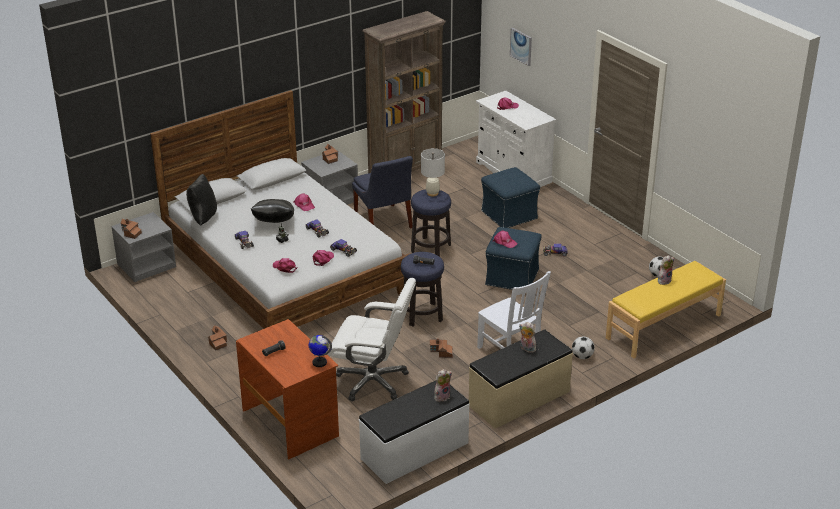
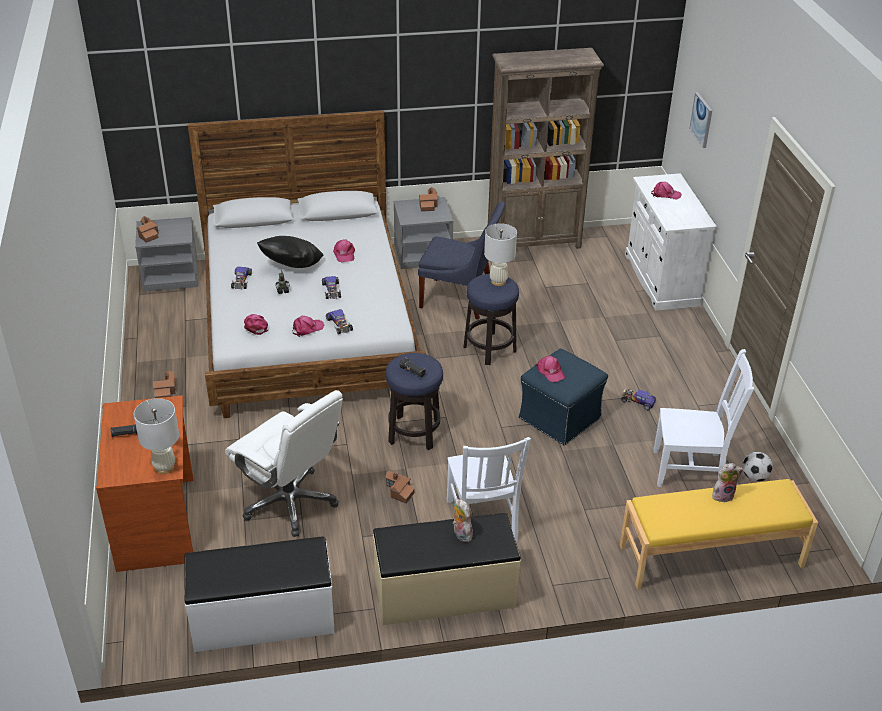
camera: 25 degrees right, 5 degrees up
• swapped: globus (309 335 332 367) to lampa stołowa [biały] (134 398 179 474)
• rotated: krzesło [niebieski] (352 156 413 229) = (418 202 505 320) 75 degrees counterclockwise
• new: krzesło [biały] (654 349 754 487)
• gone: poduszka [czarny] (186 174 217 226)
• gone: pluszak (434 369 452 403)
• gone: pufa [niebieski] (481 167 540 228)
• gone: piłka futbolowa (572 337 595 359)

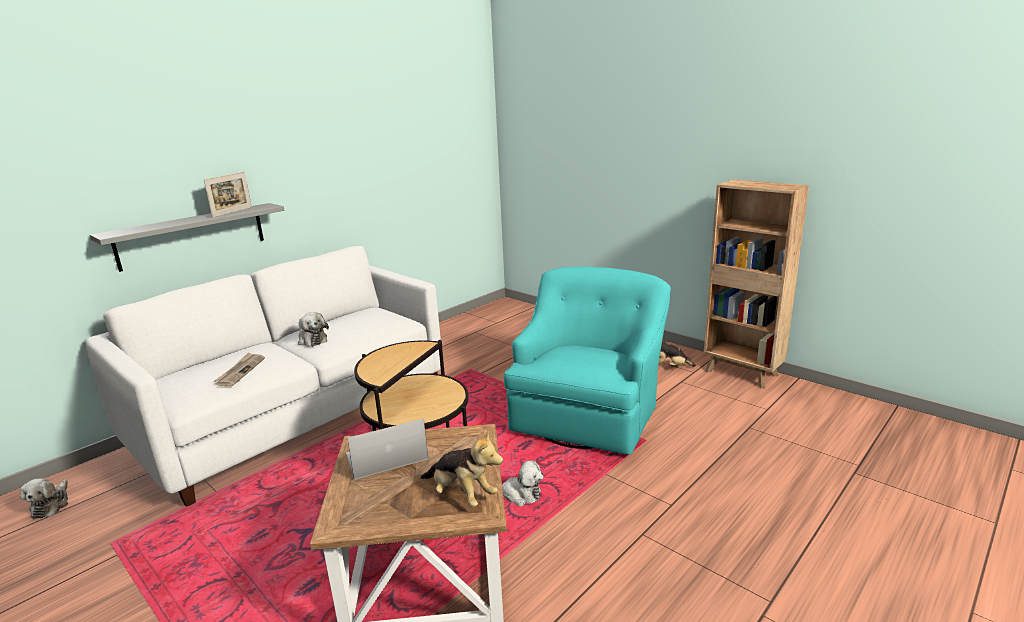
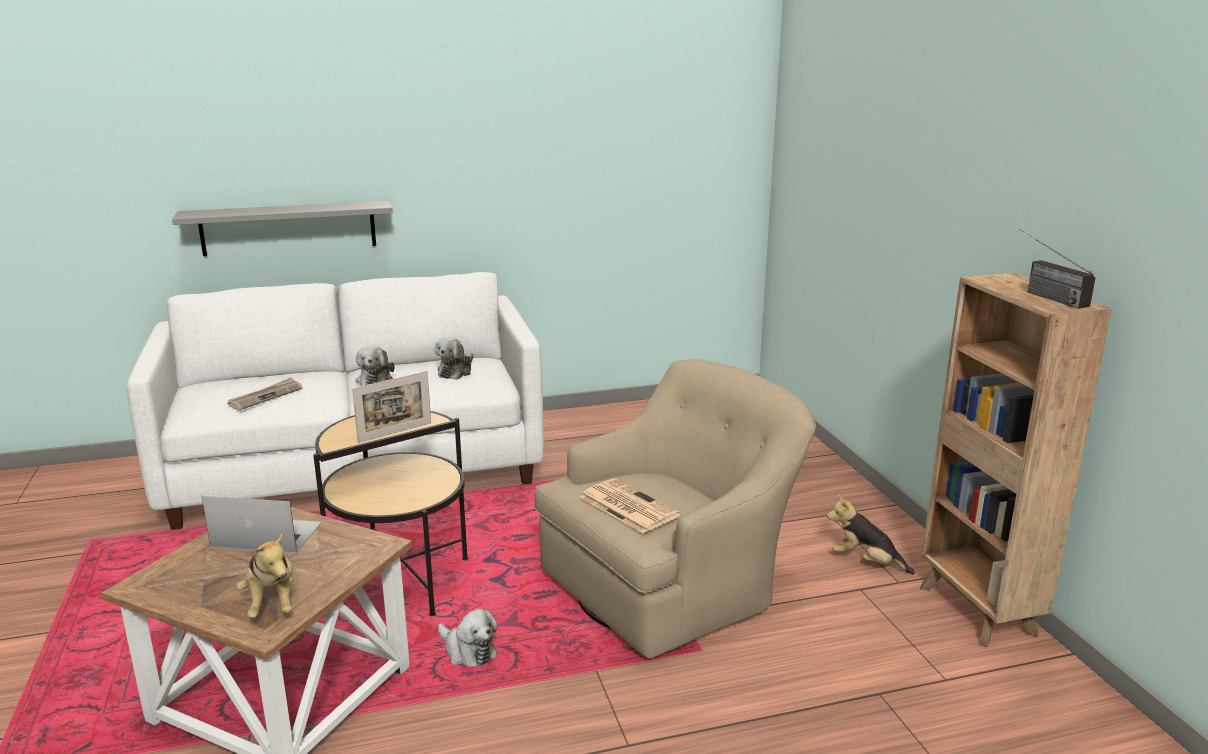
camera: 30 degrees right, 0 degrees up
• shifted: ramka na zdjęcie (204 172 252 218) to (352 371 431 443)
• shifted: pluszak (20 478 68 519) to (435 337 473 380)
• repainted: fotel [turkusowy] (504 267 671 455) to fotel [beżowy] (535 359 816 659)
• new: gazeta (580 478 680 533)
• new: radio (1020 229 1096 309)

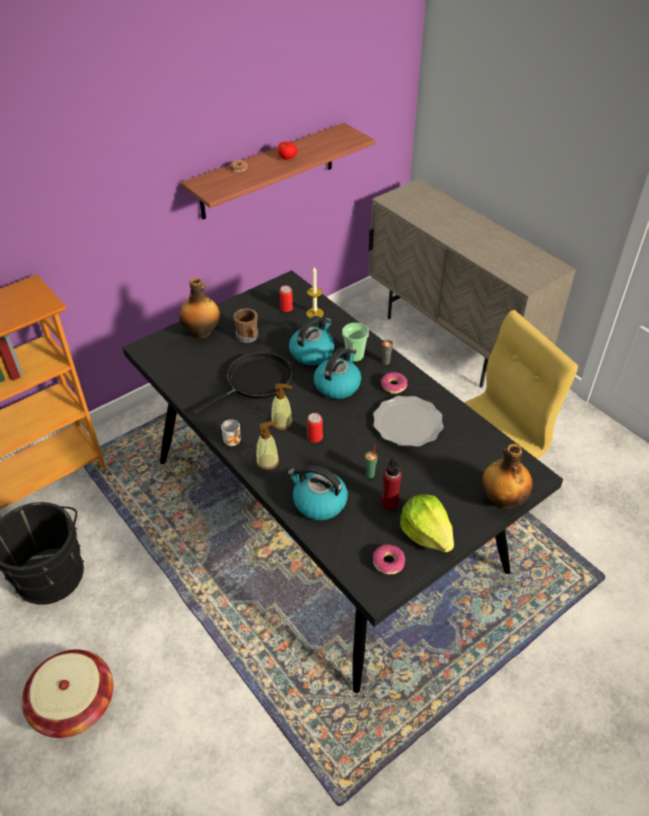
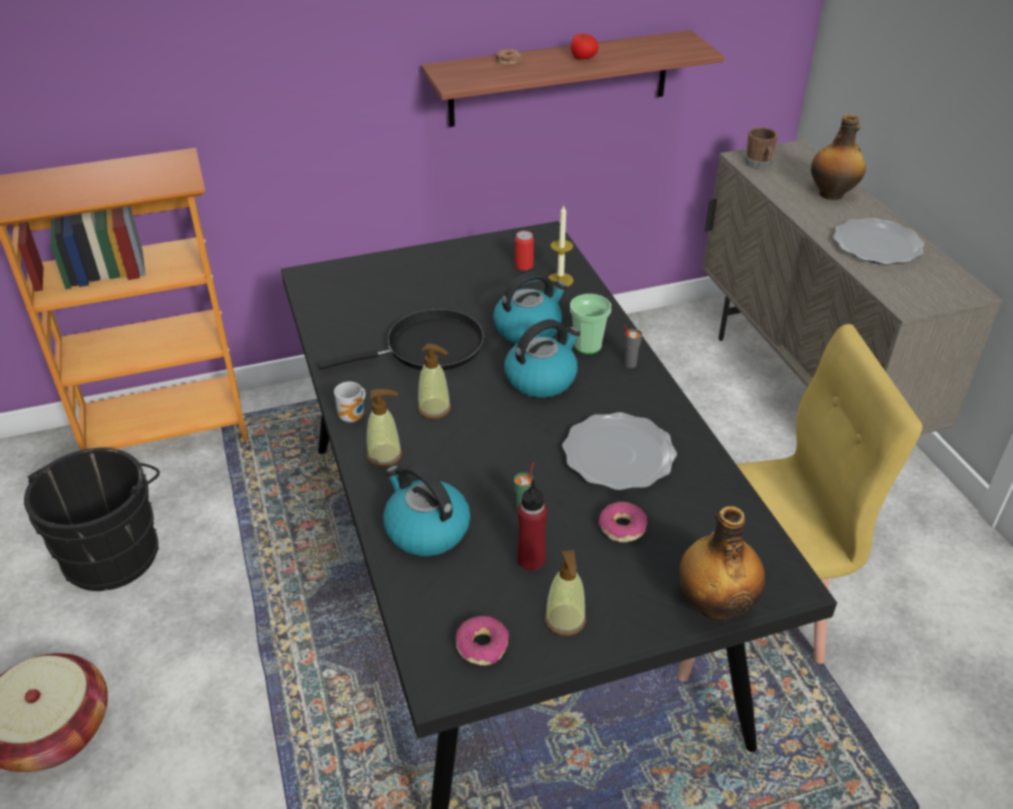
camera: 20 degrees right, 5 degrees down
• swapped: sałata (400 494 454 552) to dozownik mydła (545 550 586 636)
• shifted: donut (381 372 407 394) to (599 501 648 542)
• shifted: kubek [brązowy] (234 308 258 343) to (744 127 778 169)
• shifted: butelka (179 278 220 339) to (811 114 866 200)
• new: talerz (833 218 925 264)
• gone: puszka (307 413 323 443)

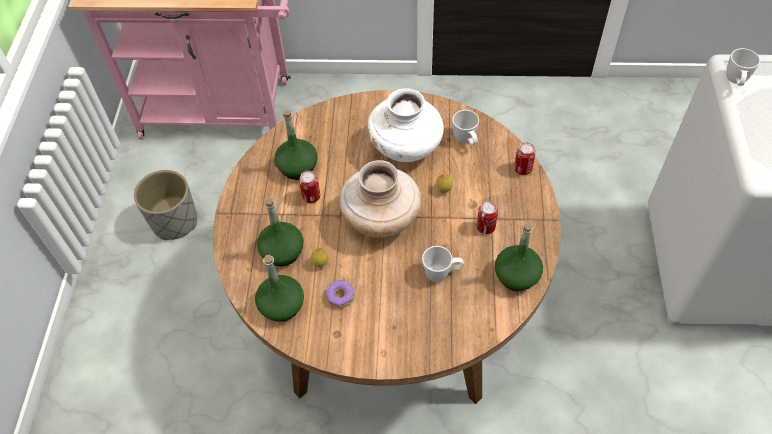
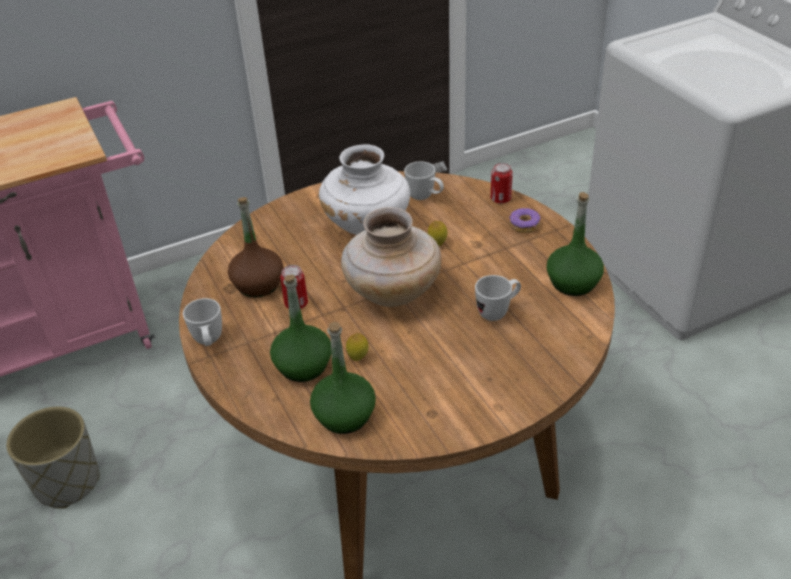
camera: 30 degrees left, 15 degrees down
• shifted: kubek [biały] (726 48 760 86) to (183 298 222 346)
• repainted: butelka [zielony] (274 110 317 180) to butelka [brązowy] (228 197 283 298)
• shifted: donut (326 280 355 308) to (509 208 540 233)
• gone: puszka (476 201 498 234)

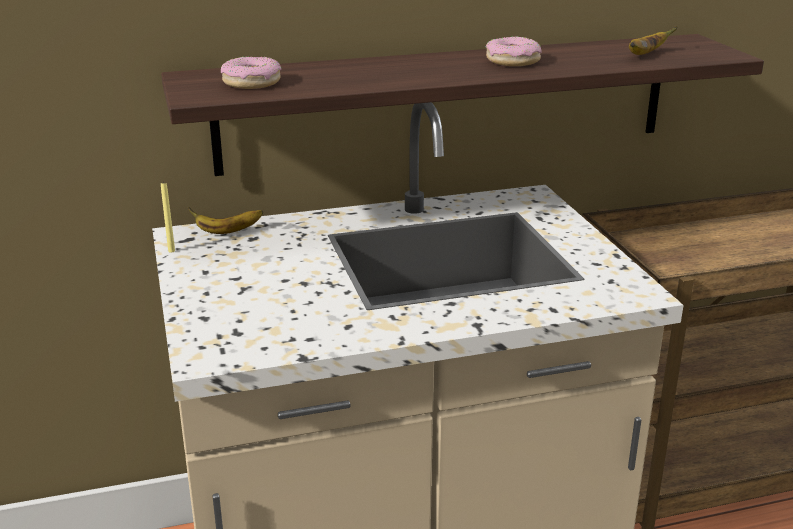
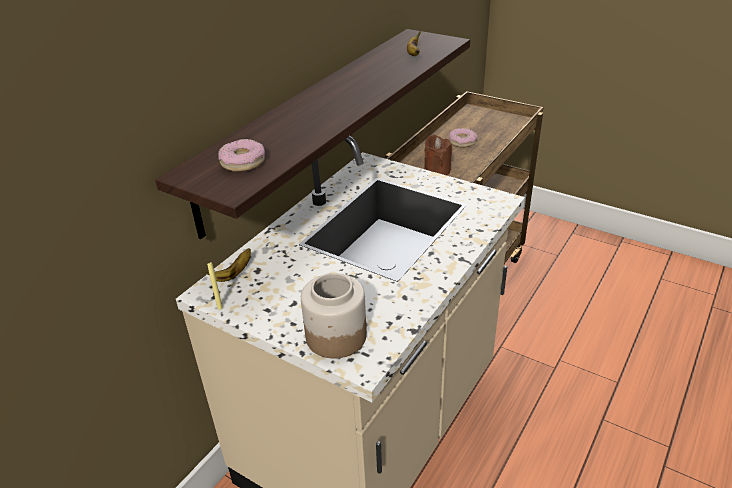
camera: 40 degrees left, 10 degrees up
• new: słoik (301 273 367 359)
• new: świeca [brązowy] (424 135 452 175)
• shifted: donut (486 37 542 66) to (449 128 478 148)

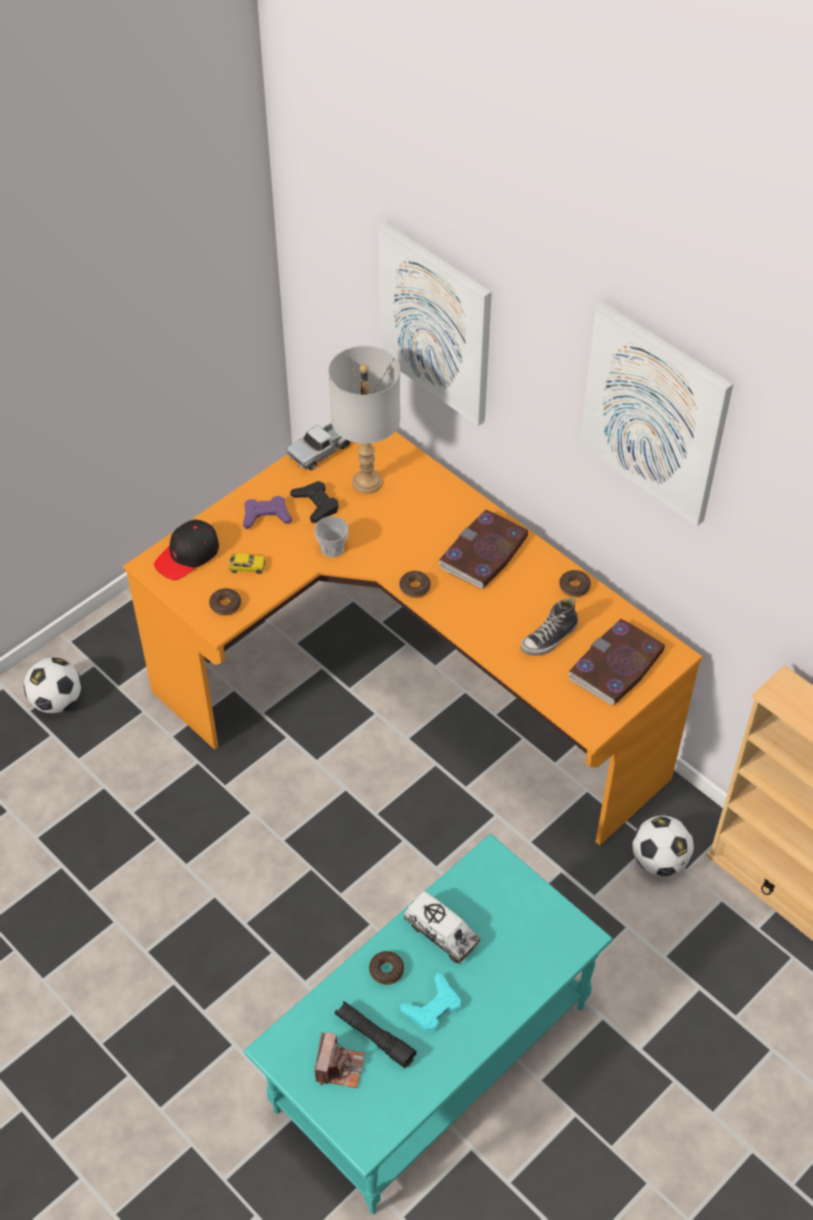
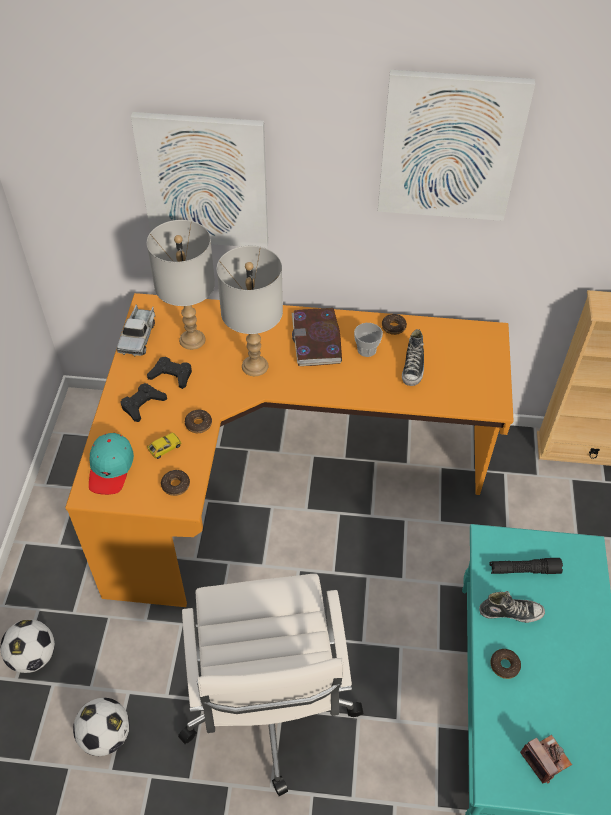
camera: 40 degrees left, 0 degrees up
• shifted: piłka futbolowa (632 816 694 876) to (73 697 130 756)
• repainted: czapka z daszkiem [czarny] (154 519 219 580) to czapka z daszkiem [turkusowy] (89 433 134 495)
• repainted: pad do gier [fioletowy] (243 496 292 529) to pad do gier [czarny] (120 383 167 422)
• new: krzesło biurowe [biały] (178 574 363 796)
• shifted: donut (399 571 431 598) to (185 410 212 433)
• new: lampa stołowa [szary] (217 246 283 376)
• shifted: filiżanka (314 516 349 557) to (354 323 383 357)
• swapped: ciężarówka zabawkowa (404 891 480 964) to but (479 591 545 623)
• shifted: latarka [czarny] (335 1001 417 1068) to (489 558 563 574)
• gone: pad do gier [turkusowy] (400 973 461 1032)
• gone: książka (568 619 665 706)

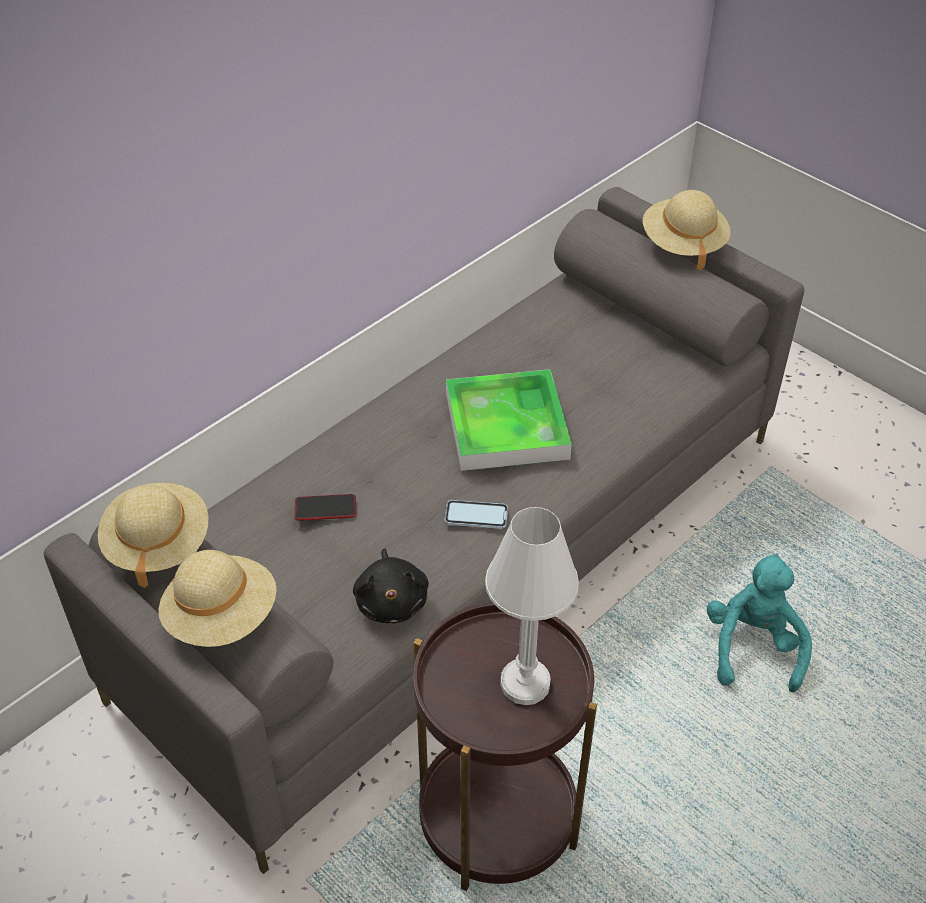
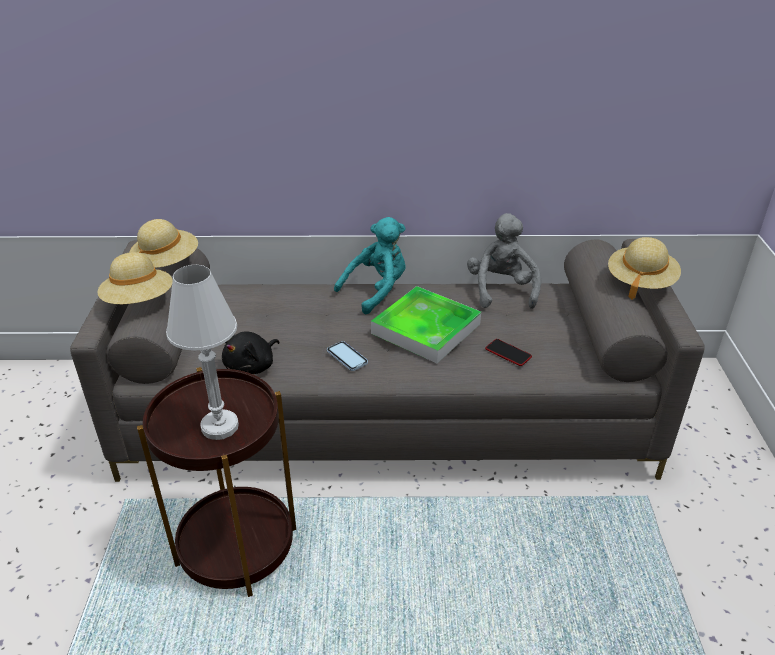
camera: 45 degrees right, 10 degrees down
• shifted: pluszak [turkusowy] (707 553 812 693) to (334 217 406 314)
• new: pluszak [szary] (467 213 541 309)
• shifted: telefon (294 494 356 521) to (485 339 532 366)

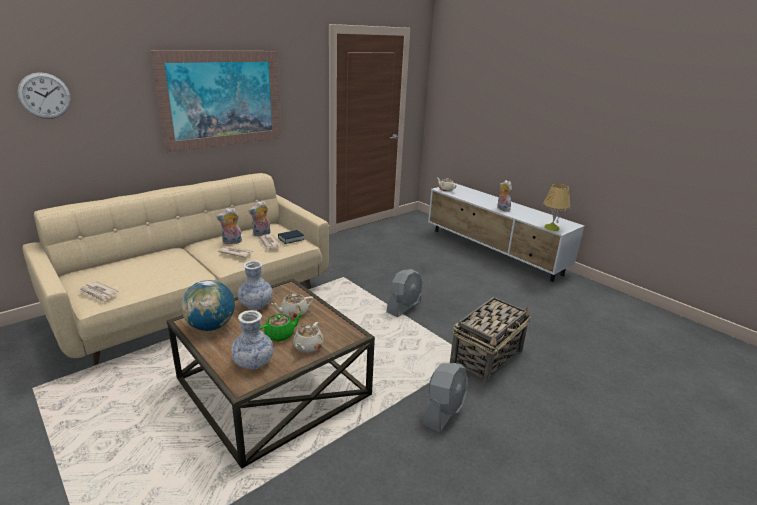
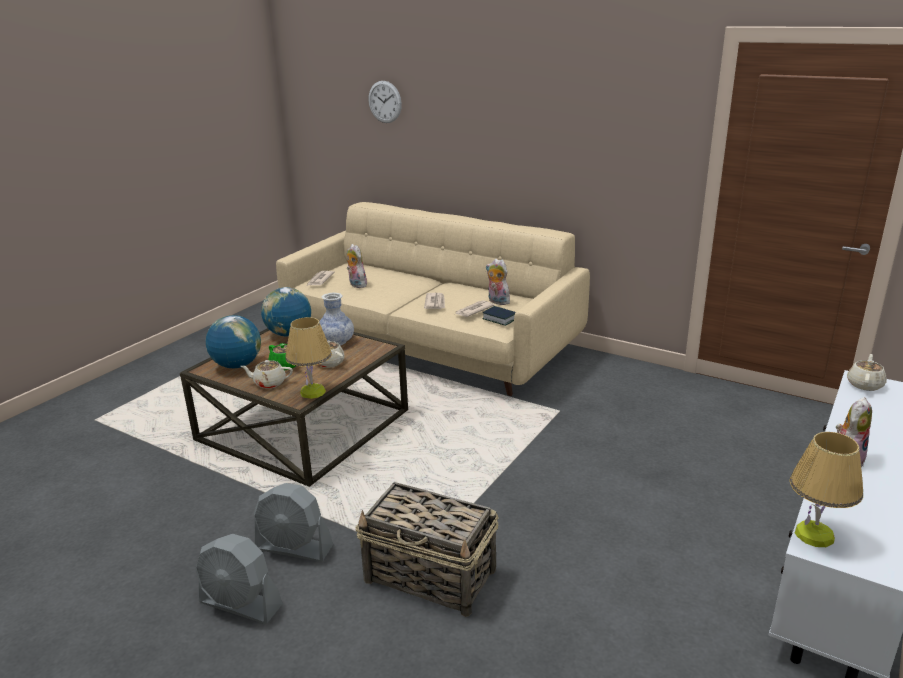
camera: 75 degrees right, 0 degrees up
• shifted: wentylator [szary] (386 269 423 317) to (196 534 283 624)
• swapped: wazon (231 310 274 370) to globus (206 315 261 368)
• new: lampa stołowa (285 317 332 399)
• shifted: pluszak (216 207 242 244) to (347 244 367 288)
• gone: obraz (150 50 281 152)

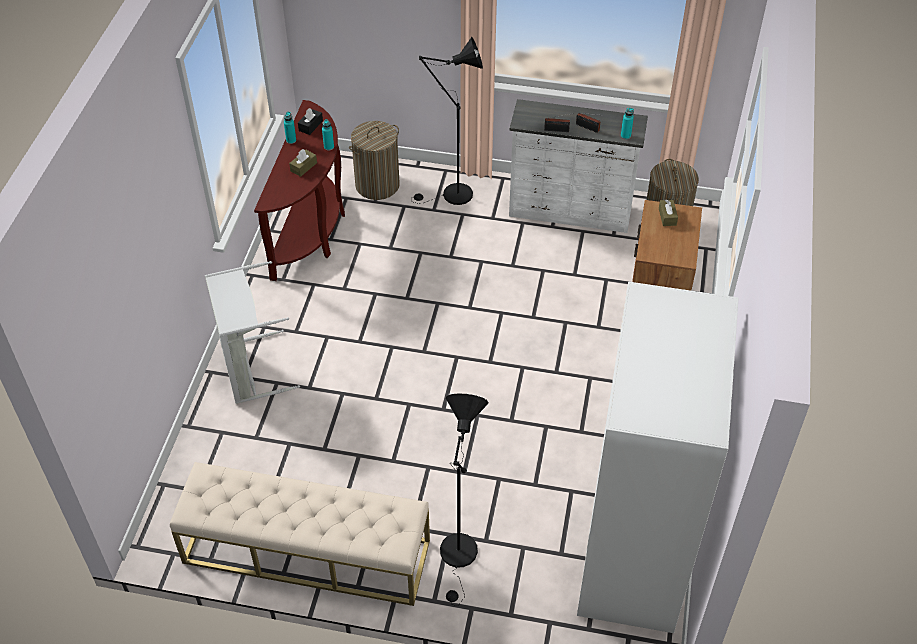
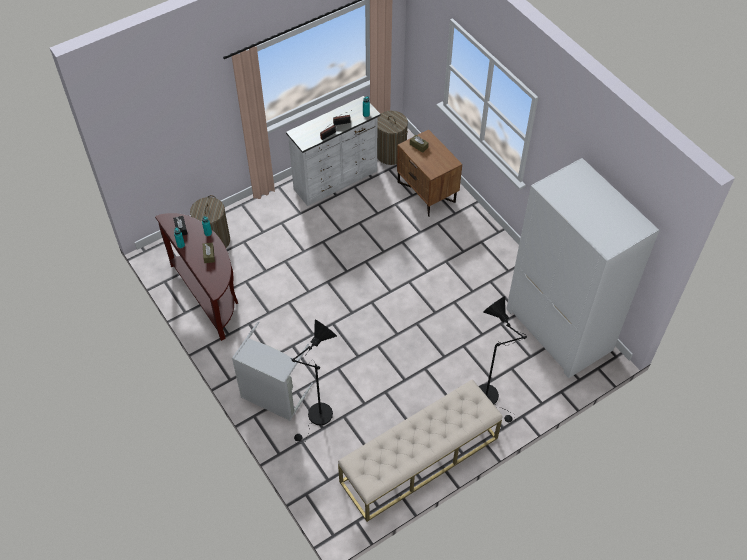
camera: 45 degrees left, 5 degrees up
• shifted: lampa stojąca [czarny] (411 37 483 205) to (291 320 337 445)

